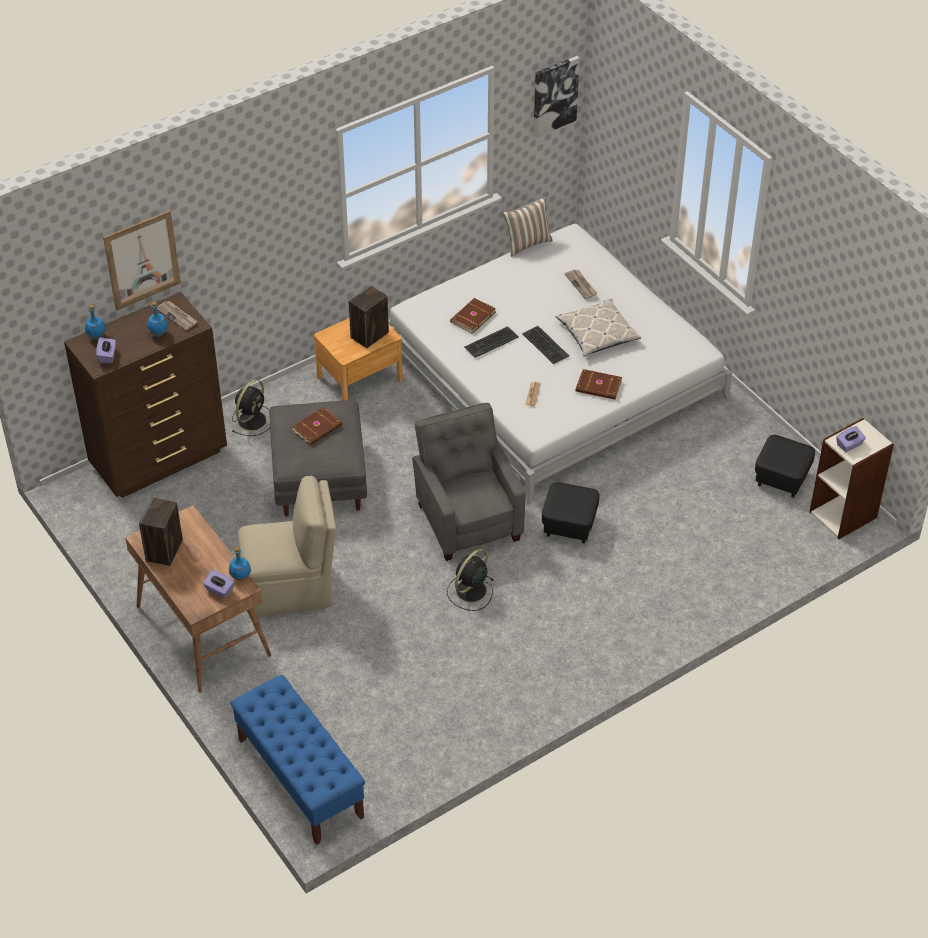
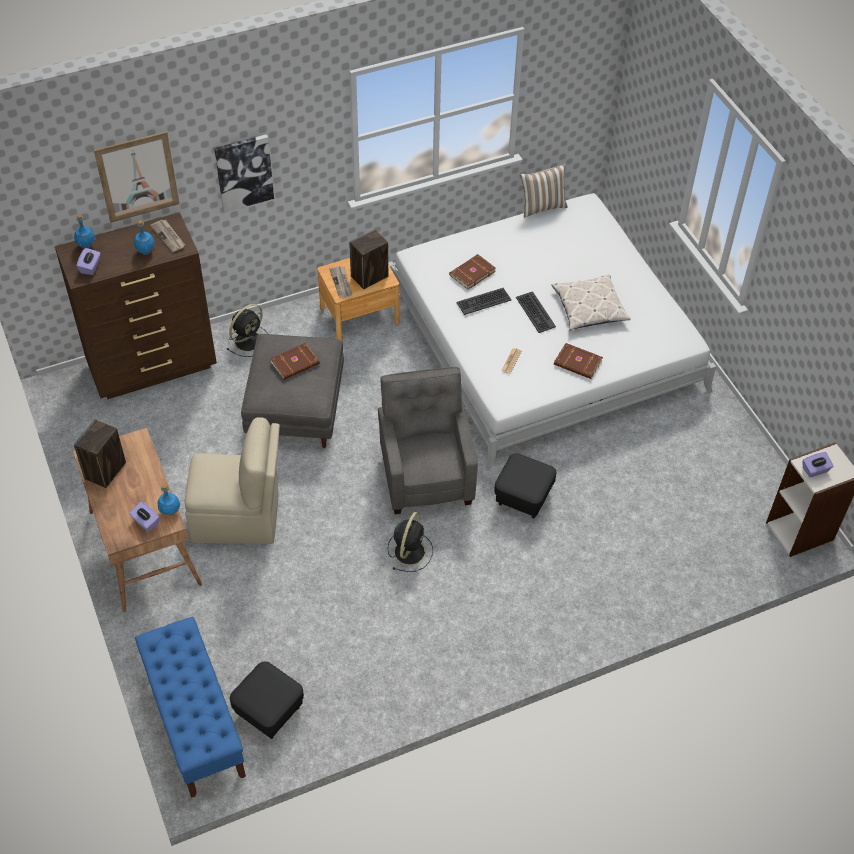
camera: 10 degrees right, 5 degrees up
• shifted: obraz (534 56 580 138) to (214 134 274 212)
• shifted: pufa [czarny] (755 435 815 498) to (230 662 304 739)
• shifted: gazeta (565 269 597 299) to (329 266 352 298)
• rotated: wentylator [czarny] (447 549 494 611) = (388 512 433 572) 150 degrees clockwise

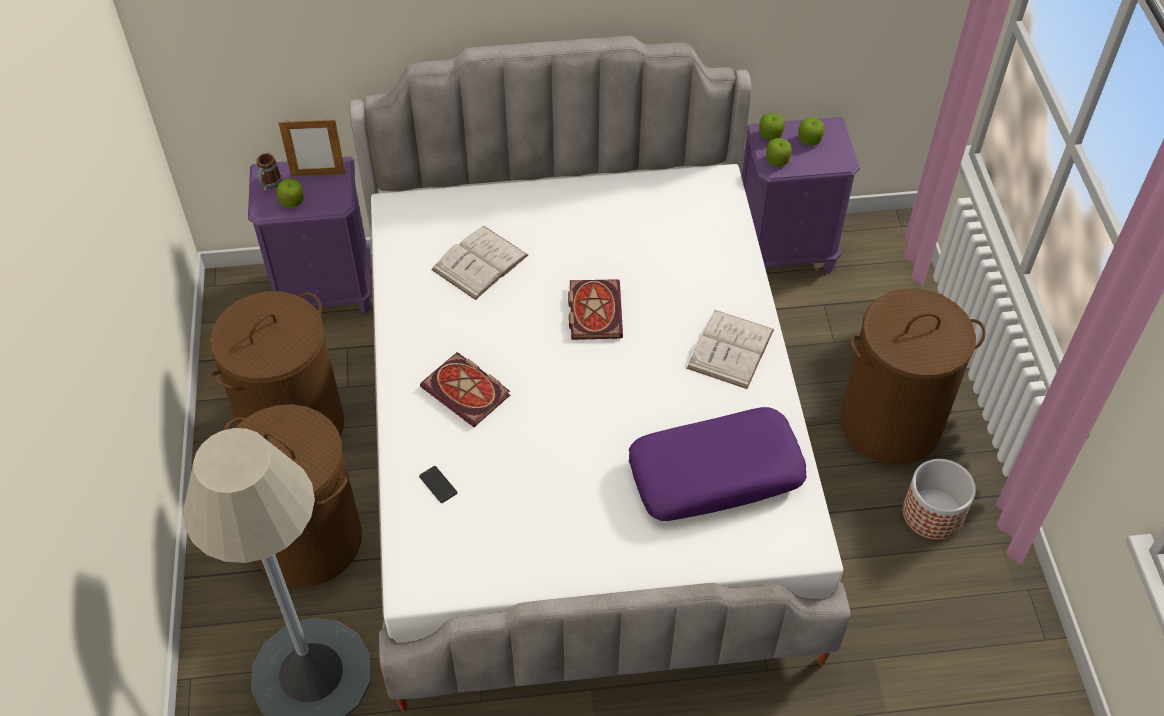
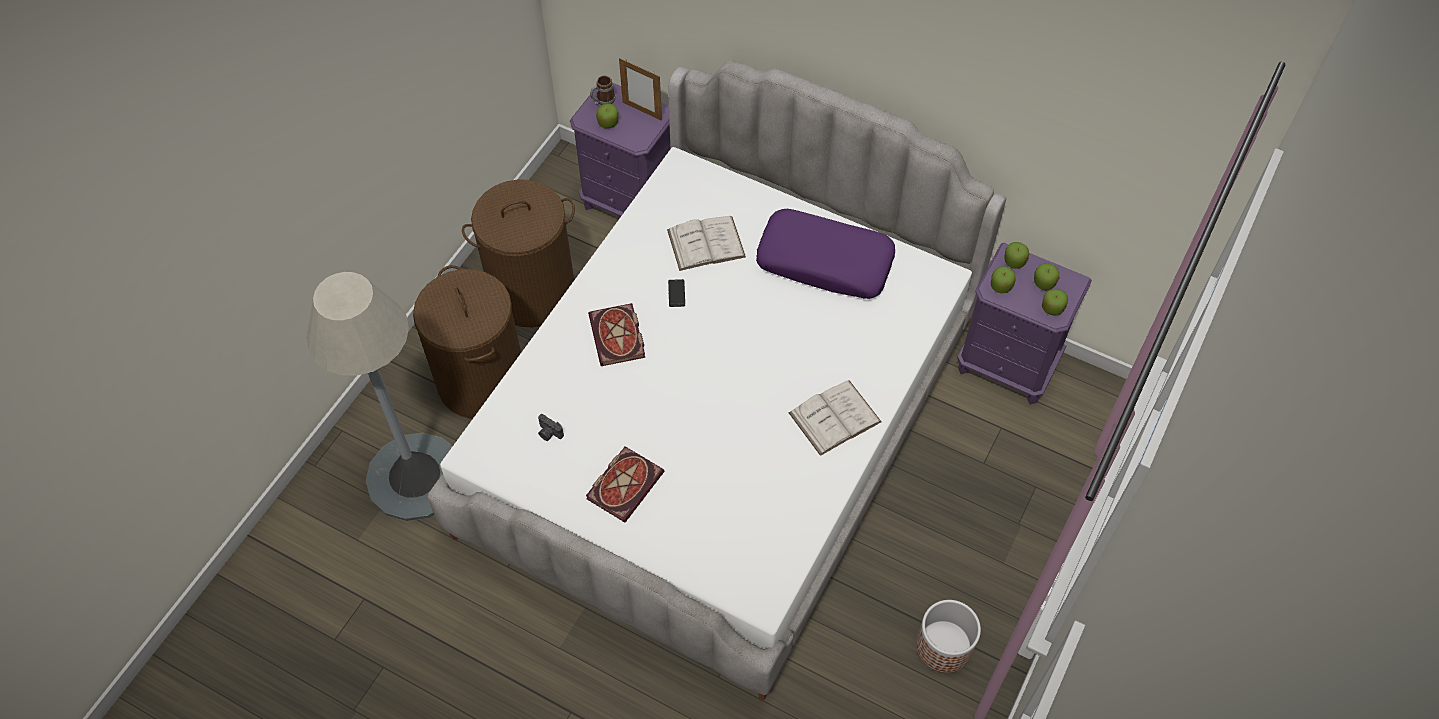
camera: 35 degrees right, 5 degrees up
• new: aparat fotograficzny (538 414 564 441)
• shifted: książka (568 279 623 340) to (586 446 664 522)
• shifted: telefon (419 466 457 503) to (668 279 685 307)
• shifted: poduszka [fioletowy] (628 407 807 521) to (756 209 895 299)
• new: jabłko (1042 289 1068 316)
• gone: kosz na pranie [brązowy] (840 288 986 464)

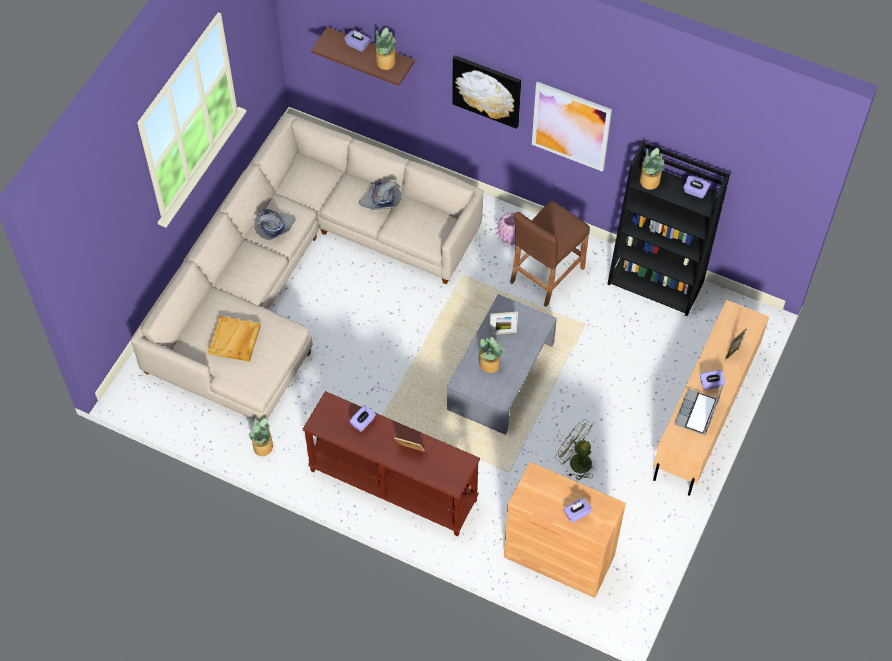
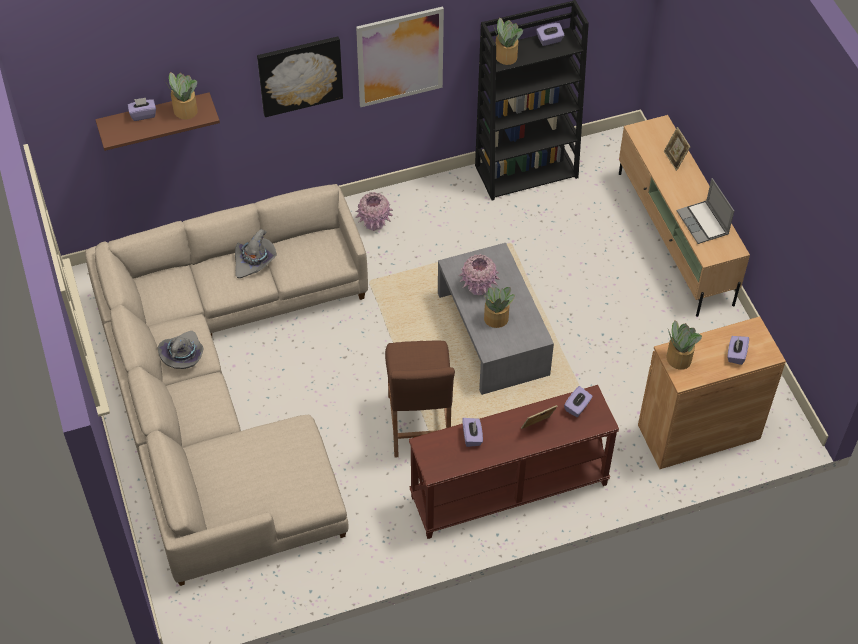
camera: 45 degrees left, 5 degrees down
• shifted: stołek [brązowy] (510 201 590 307) to (385 340 455 458)
• swapped: ramka na zdjęcie (489 312 518 335) to wazon [różowy] (459 254 500 295)
• shifted: pudełko chusteczek [fioletowy] (700 370 725 390) to (564 386 593 417)
• shifted: roślina doniczkowa (248 418 273 456) to (666 320 702 370)
• gone: taca [beżowy] (208 316 261 362)
• gone: wentylator [zielony] (555 419 593 480)

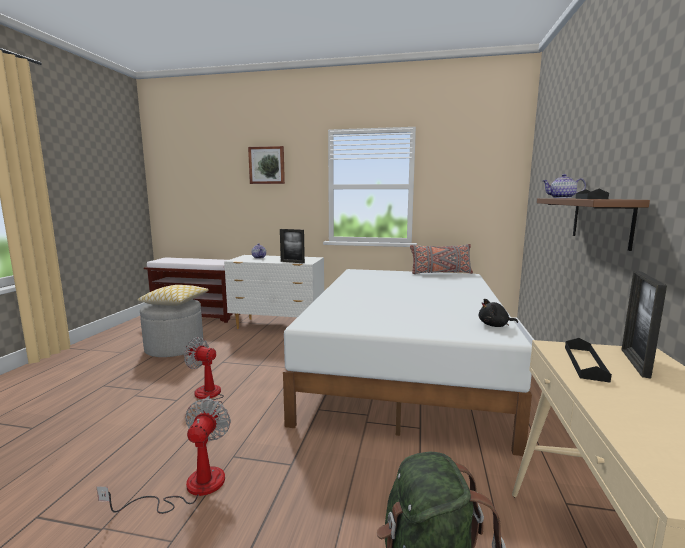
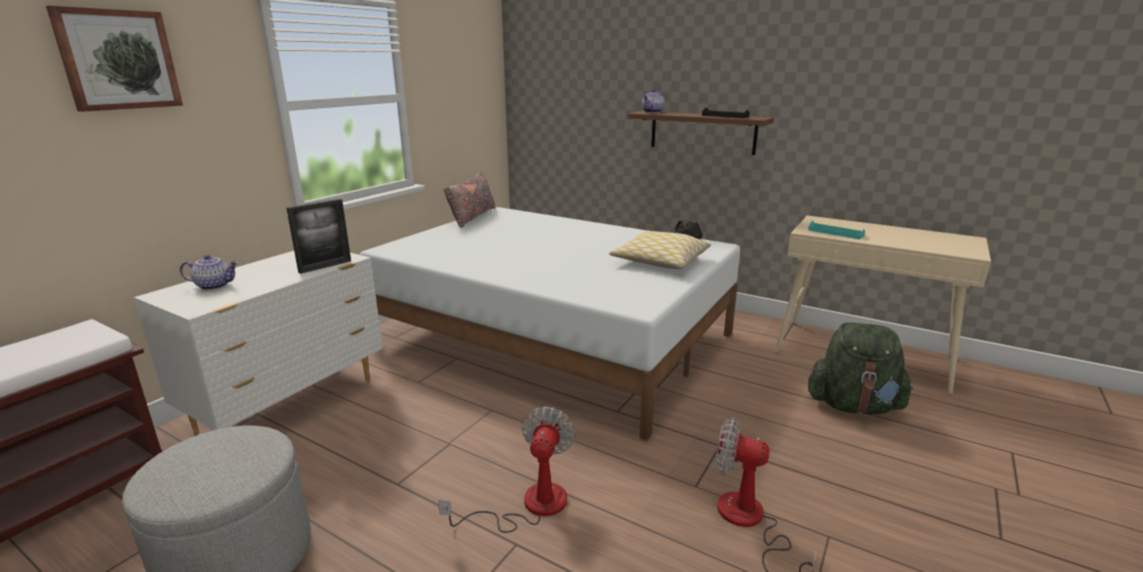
camera: 70 degrees left, 10 degrees up
• rotated: wentylator (184 337 224 413) = (438 407 576 533) 150 degrees clockwise
• shifted: poduszka (138 285 209 306) to (609 231 711 269)
• repainted: taca [czarny] (565 338 612 383) to taca [turkusowy] (808 221 865 240)
• gone: ramka na zdjęcie (622 271 667 379)

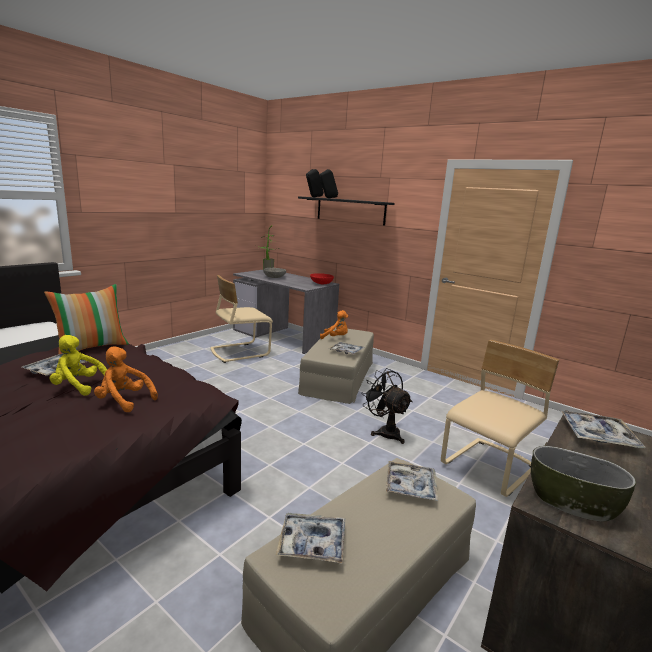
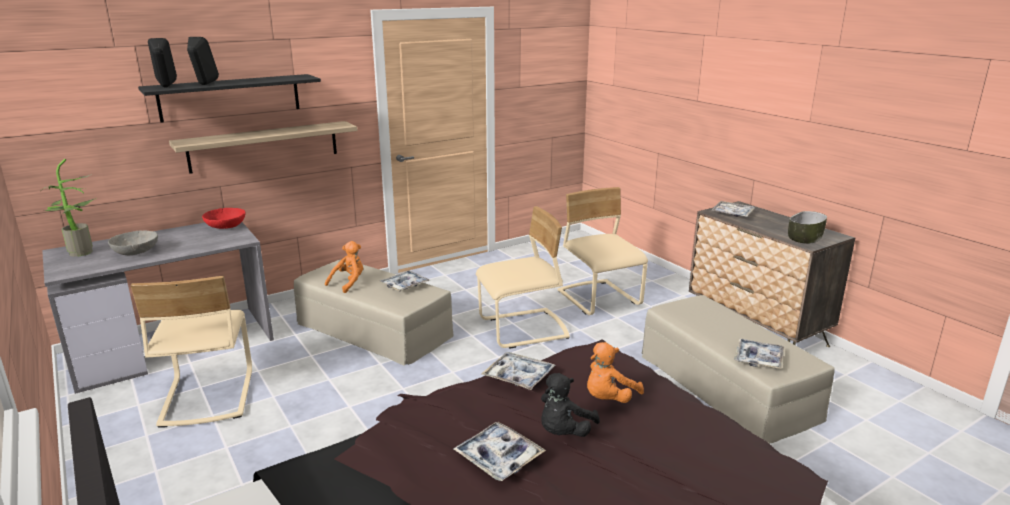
camera: 70 degrees left, 5 degrees up
• new: półka (169 121 358 174)
• swapped: wentylator [czarny] (361 368 413 444) to krzesło [beżowy] (476 206 570 349)
• shifted: taca (386 461 438 501) to (481 352 555 390)
• repainted: pluszak [żółty] (49 335 107 396) to pluszak [czarny] (541 373 600 437)
• gone: poduszka (44 284 129 354)

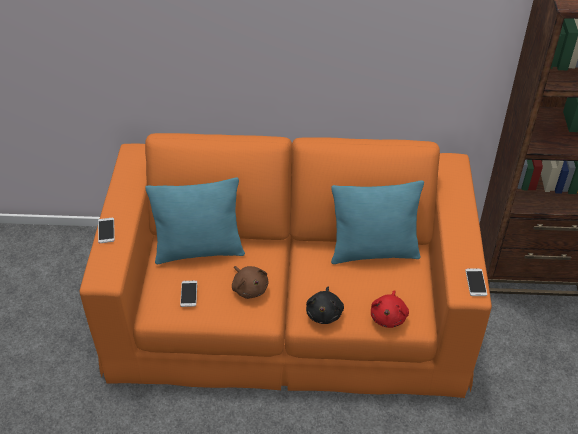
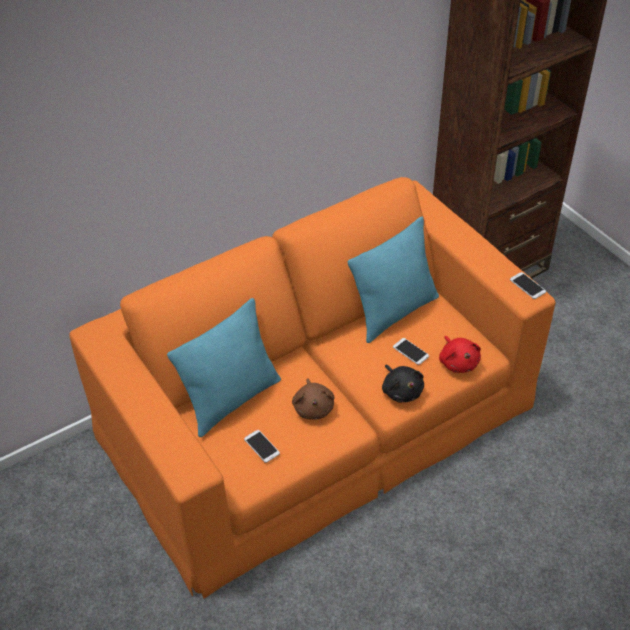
camera: 35 degrees left, 0 degrees up
• rotated: pluszak [brązowy] (232 266 269 299) = (292 378 335 420) 60 degrees clockwise
• shifted: telefon (98 218 115 243) to (393 338 429 365)

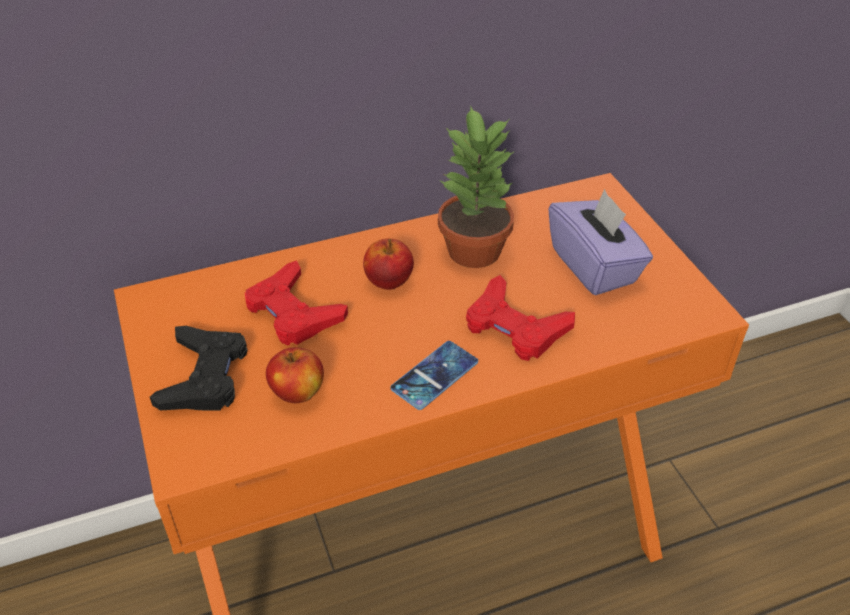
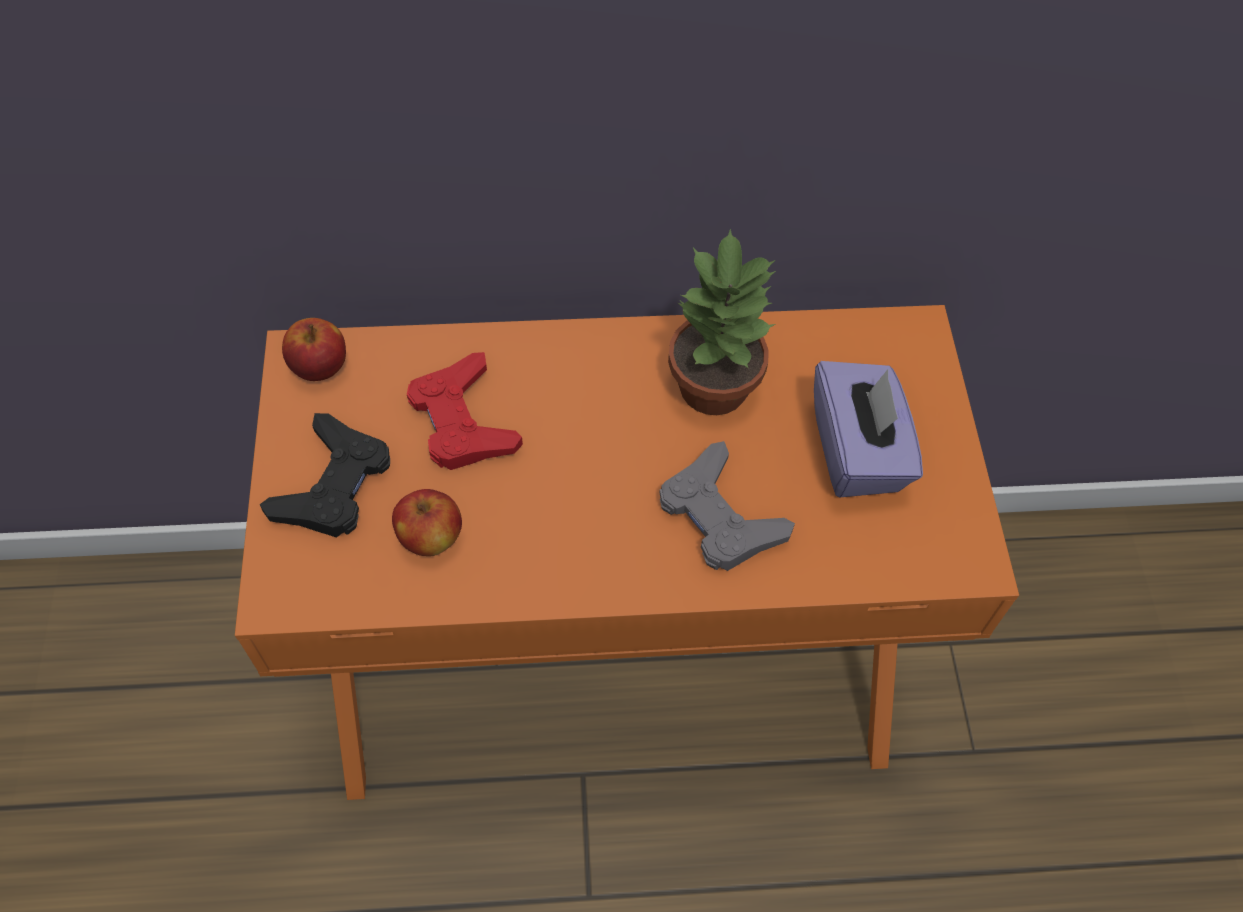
camera: 15 degrees right, 15 degrees up
• shifted: jabłko (363 238 414 290) to (282 318 346 381)
• repainted: pad do gier [czerwony] (466 275 575 361) to pad do gier [szary] (660 441 795 571)
• gone: telefon (390 341 478 410)

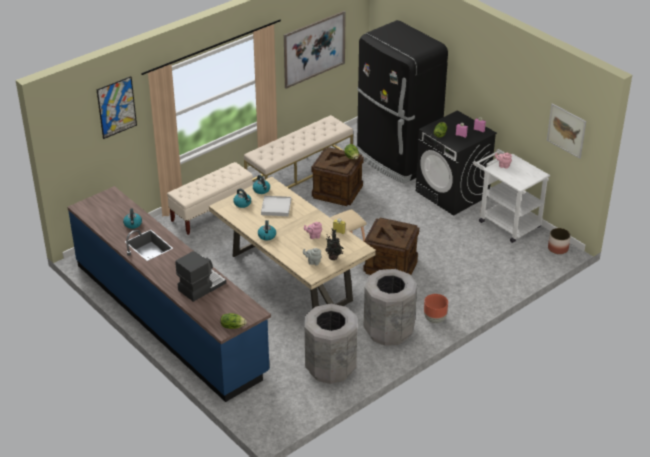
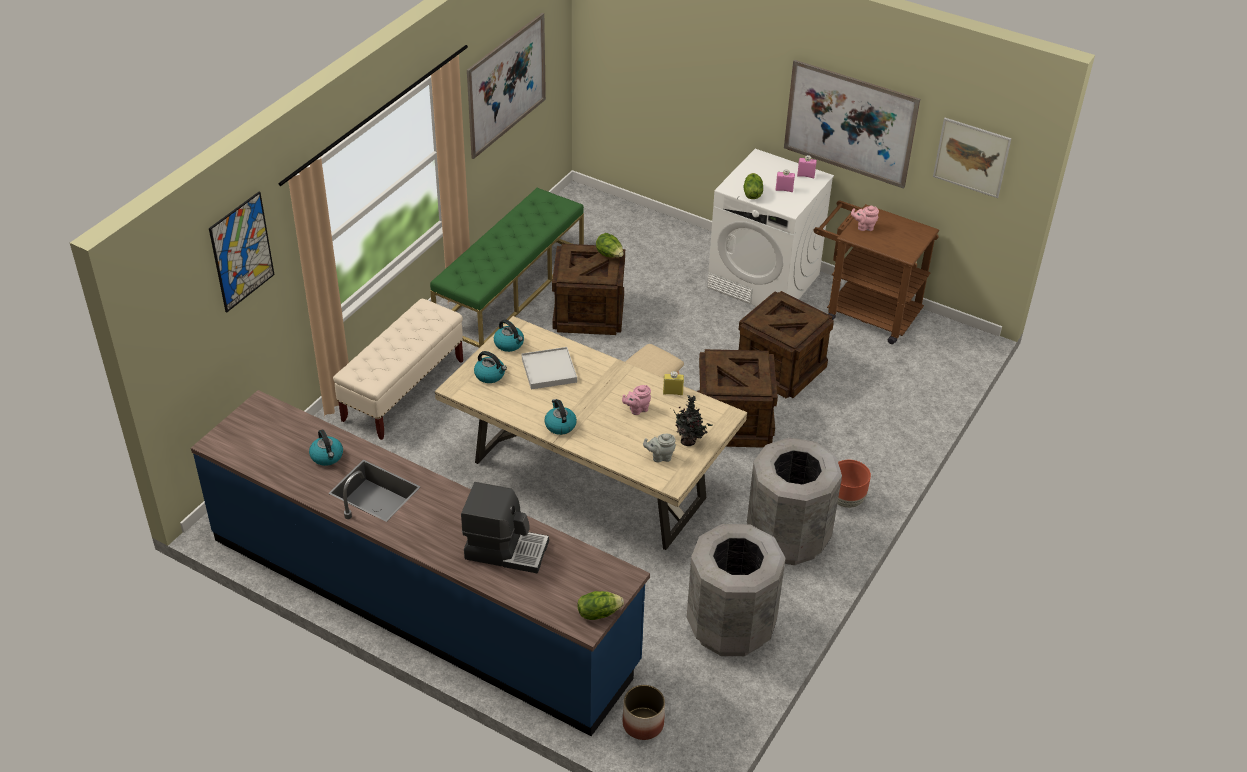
camera: 20 degrees left, 5 degrees up
• repainted: ławka [beżowy] (244 115 353 188) to ławka [zielony] (430 188 584 348)
• rotated: ekspres do kawy (175 251 226 302) = (461 482 549 574) 75 degrees clockwise
• shifted: donica (548 228 571 254) to (623 685 665 740)
• repainted: pralka [czarny] (416 110 497 216) to pralka [biały] (707 149 834 307)
• new: skrzynka (739 291 834 399)
• new: obraz (784 60 920 189)
• repainted: wózek [biały] (473 149 550 243) to wózek [brązowy] (813 200 939 344)
• gone: lodówka [czarny] (356 20 448 184)

